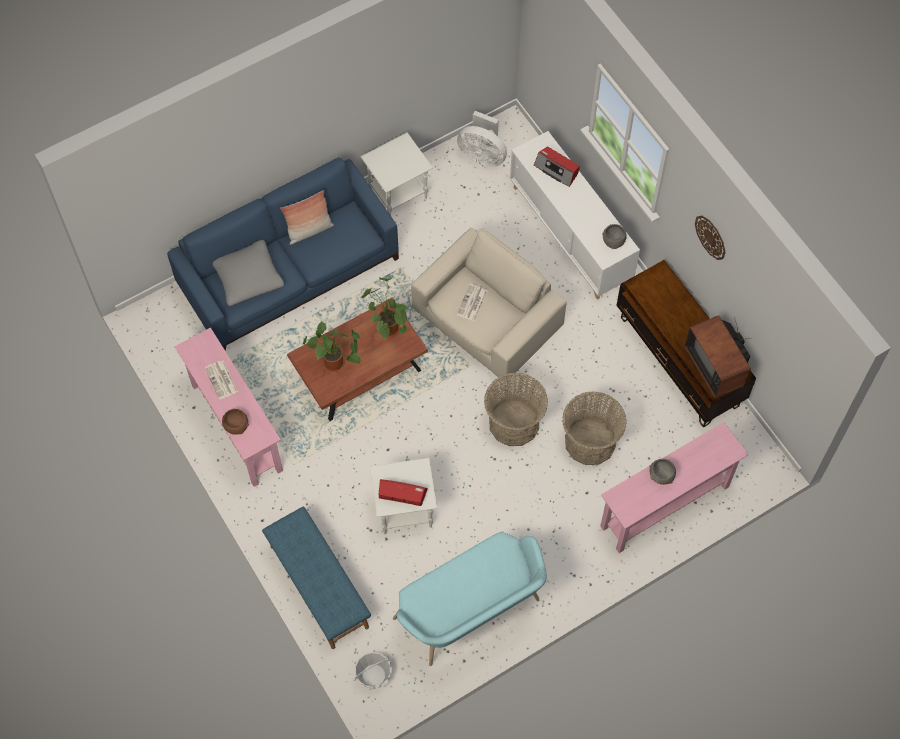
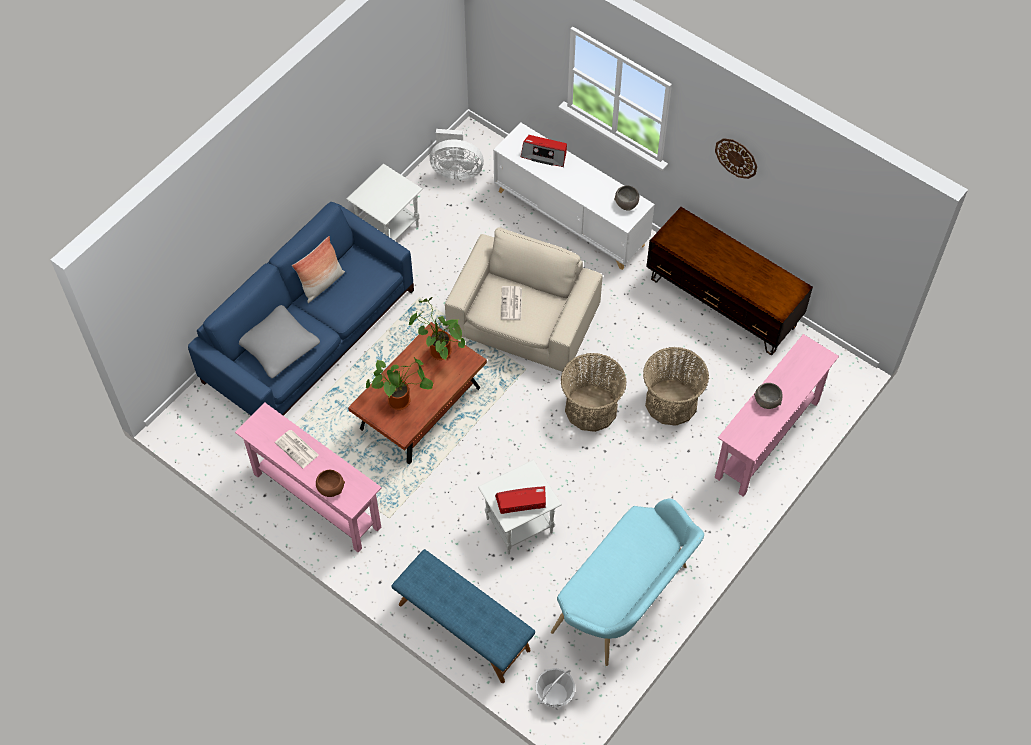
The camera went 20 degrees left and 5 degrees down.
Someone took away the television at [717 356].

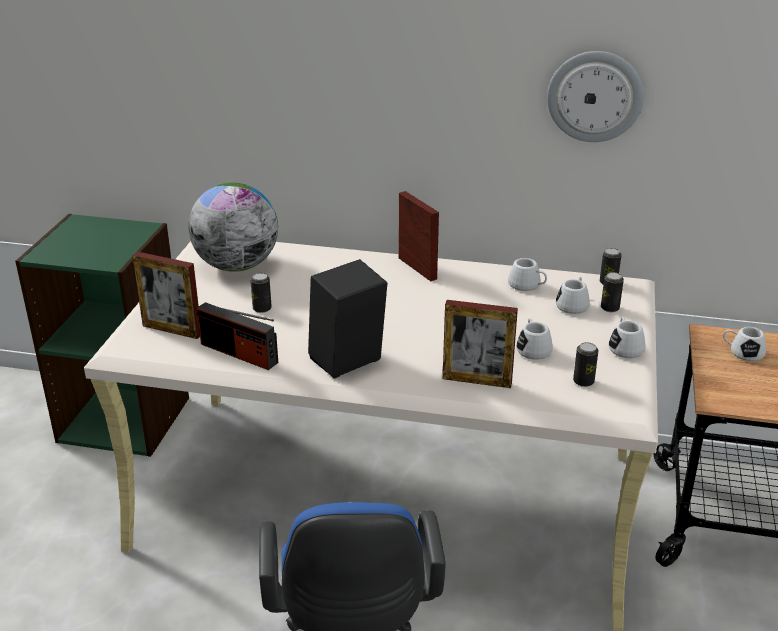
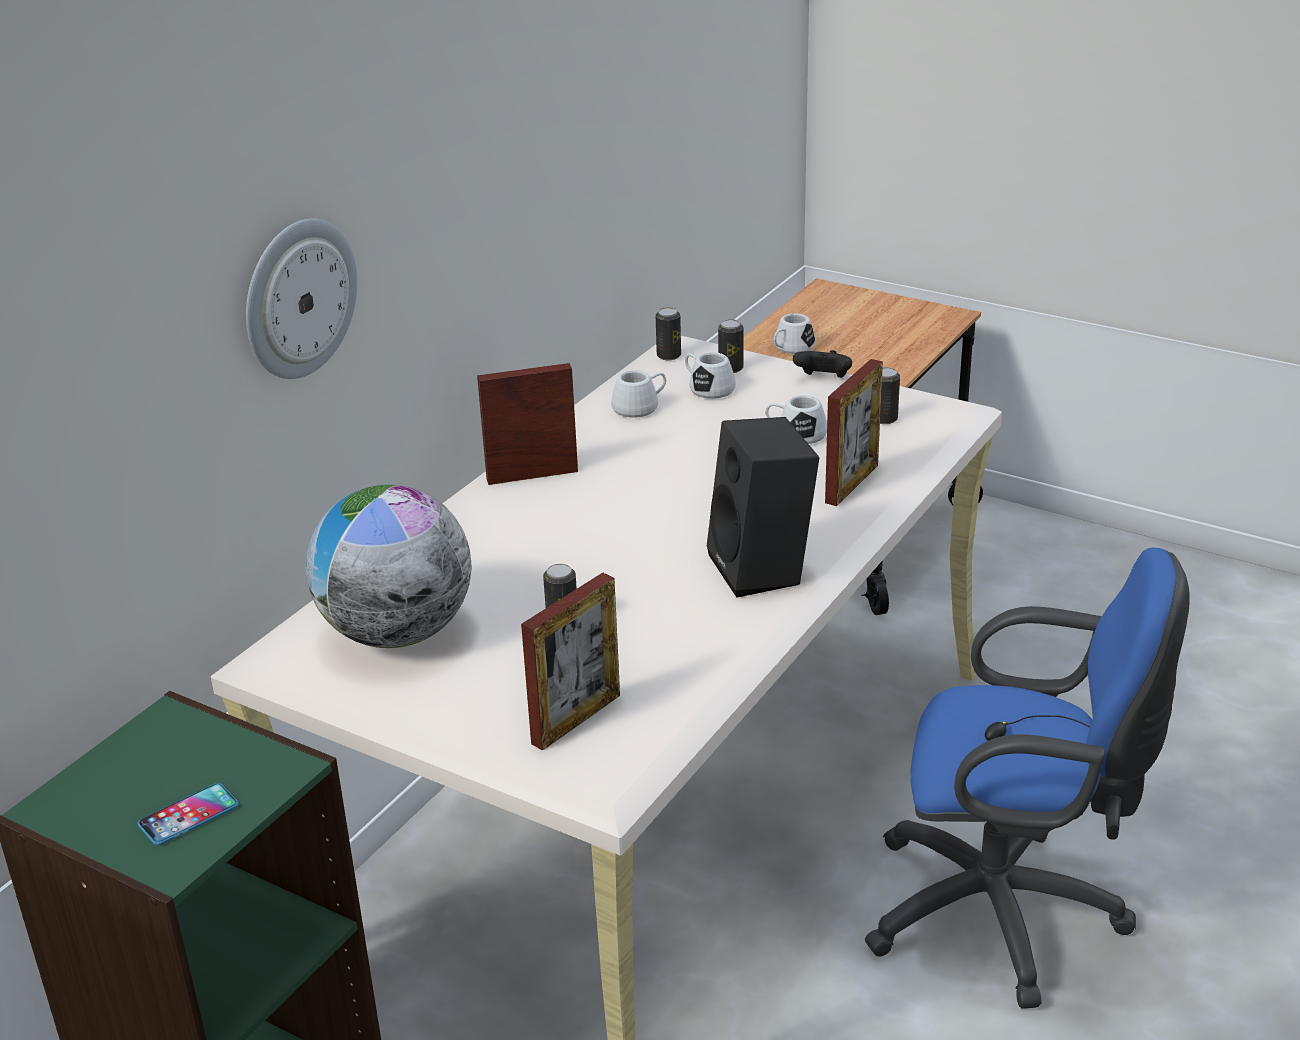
The camera went 70 degrees left and 0 degrees up.
Someone carried the wall_clock from [595 96] to [301 298].
Someone took away the radio at [237 336].
Someone swapped the white_mug at [627 337] for the black_game_controller at [822 364].
Someone put down the phone at [188 814].

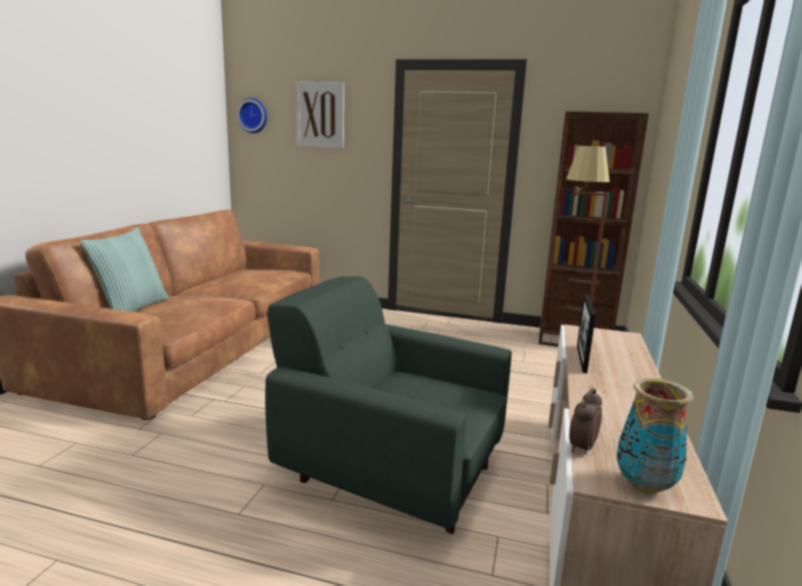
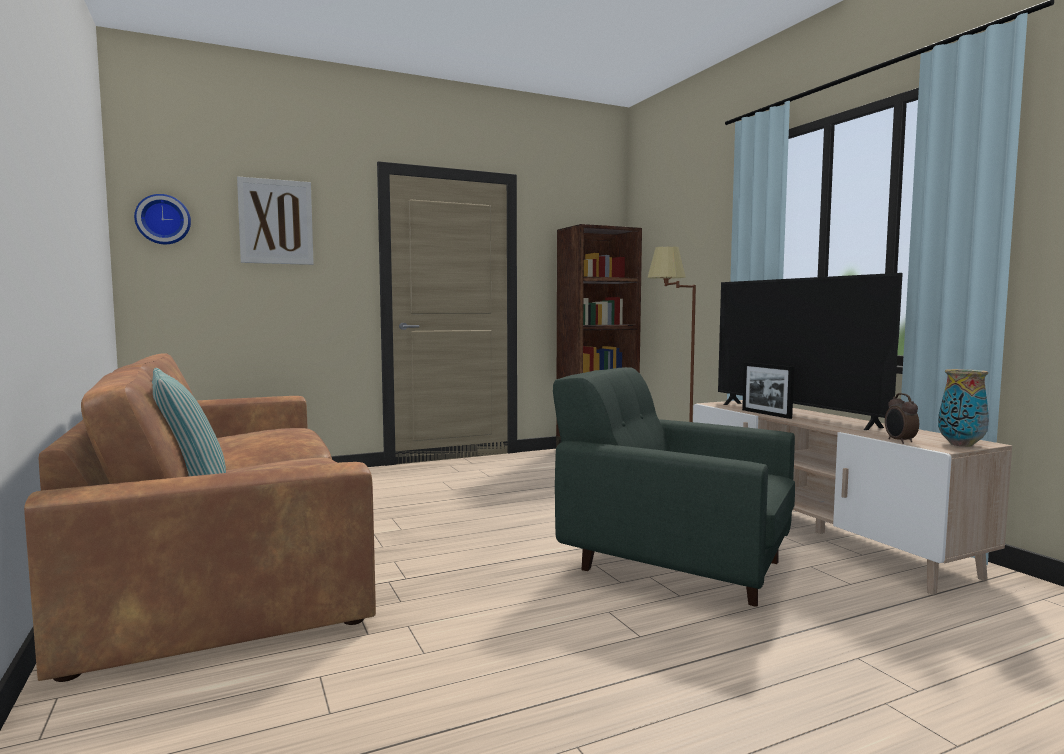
The camera went 40 degrees left and 10 degrees down.
Someone rotated the green_armchair at [388 405] by 45 degrees clockwise.
Someone put down the television at [810 351].

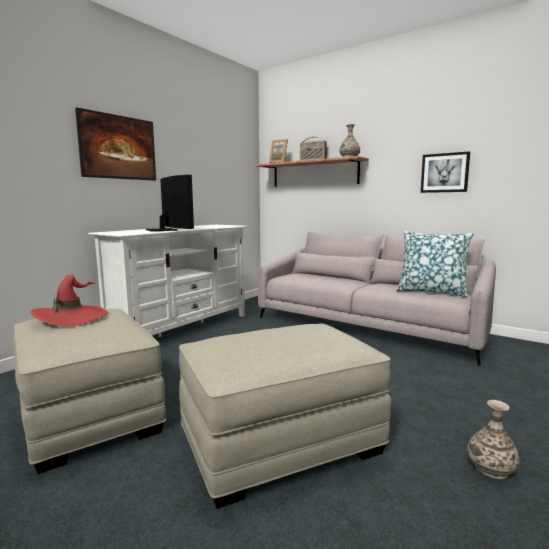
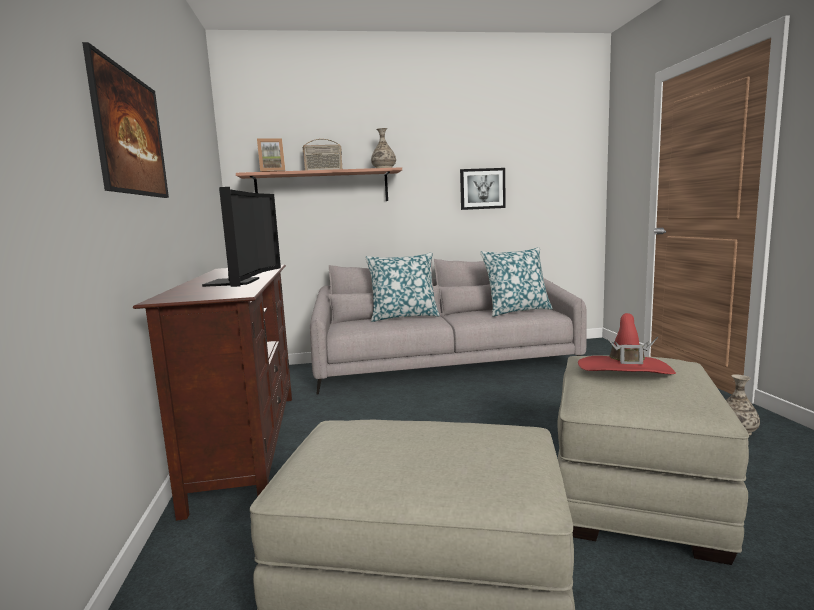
The camera went 45 degrees left and 0 degrees up.
Someone rotated the television at [170 203] by 75 degrees clockwise.
Someone repainted the white_tv_stand at [168 281], which became the brown_tv_stand at [212 393].
Someone carried the red_hat from [69 300] to [627 343].
Someone put down the pillow at [402 287].

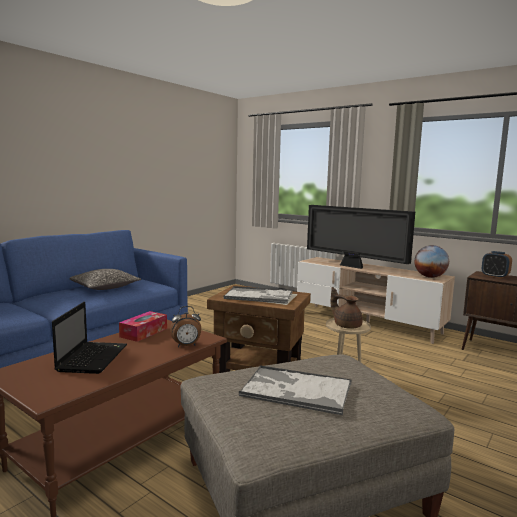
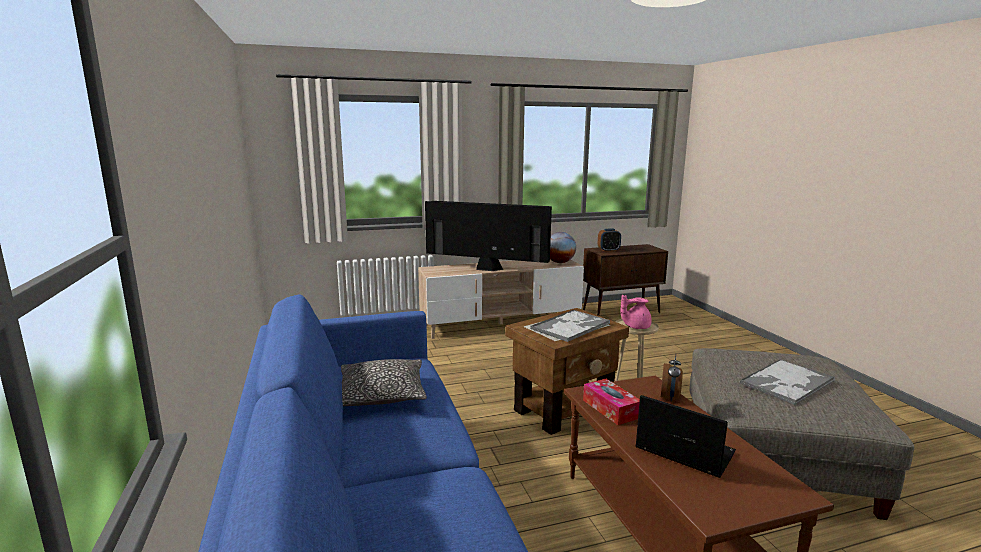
The camera went 55 degrees left and 5 degrees up.
Someone rotated the television at [361 237] by 150 degrees counterclockwise.
Someone repainted the brown_teapot at [347 308], which became the pink_teapot at [636 312].

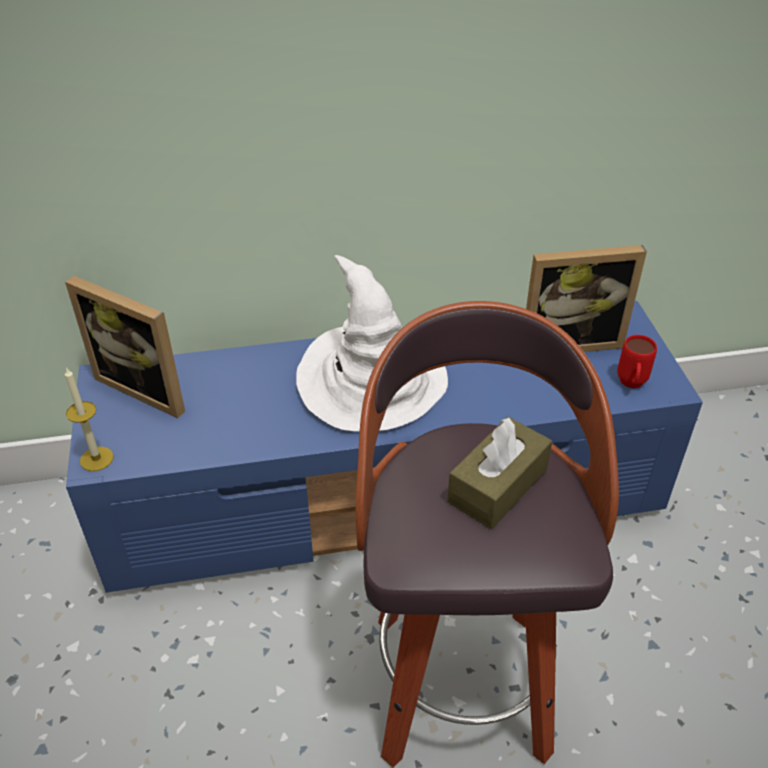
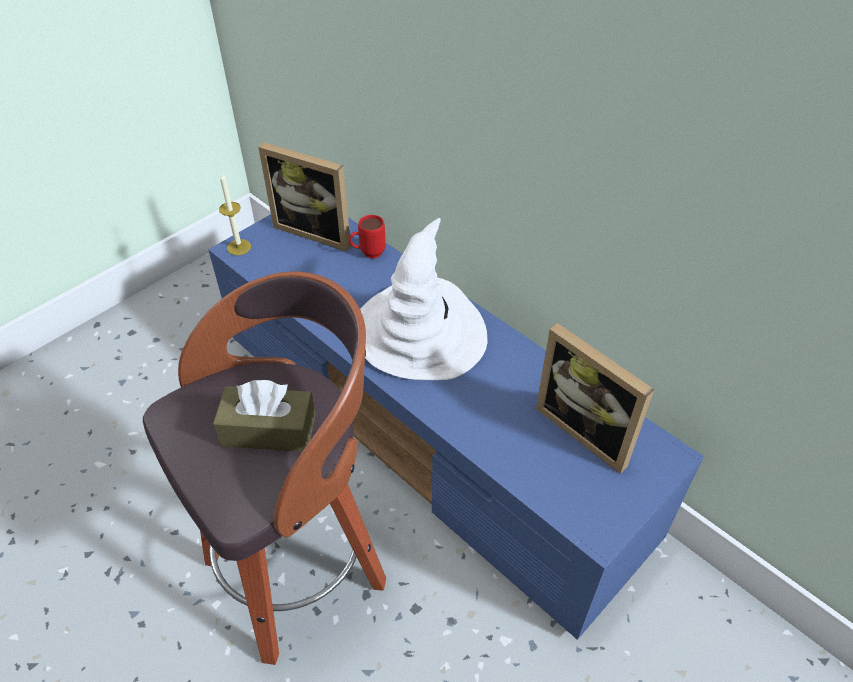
The camera went 55 degrees right and 5 degrees up.
Someone rotated the picture_frame at [125 347] by 60 degrees counterclockwise.
Someone carried the red_mug from [637 361] to [367 237].

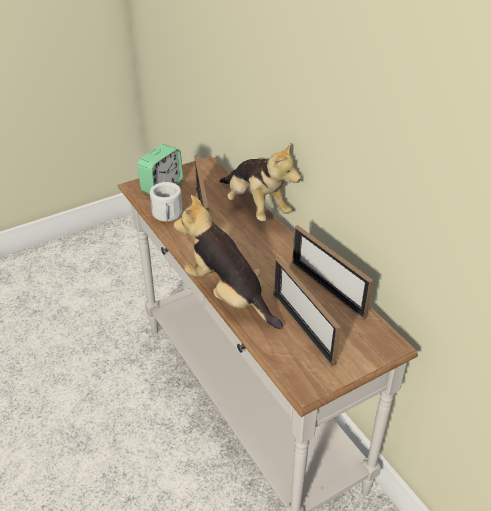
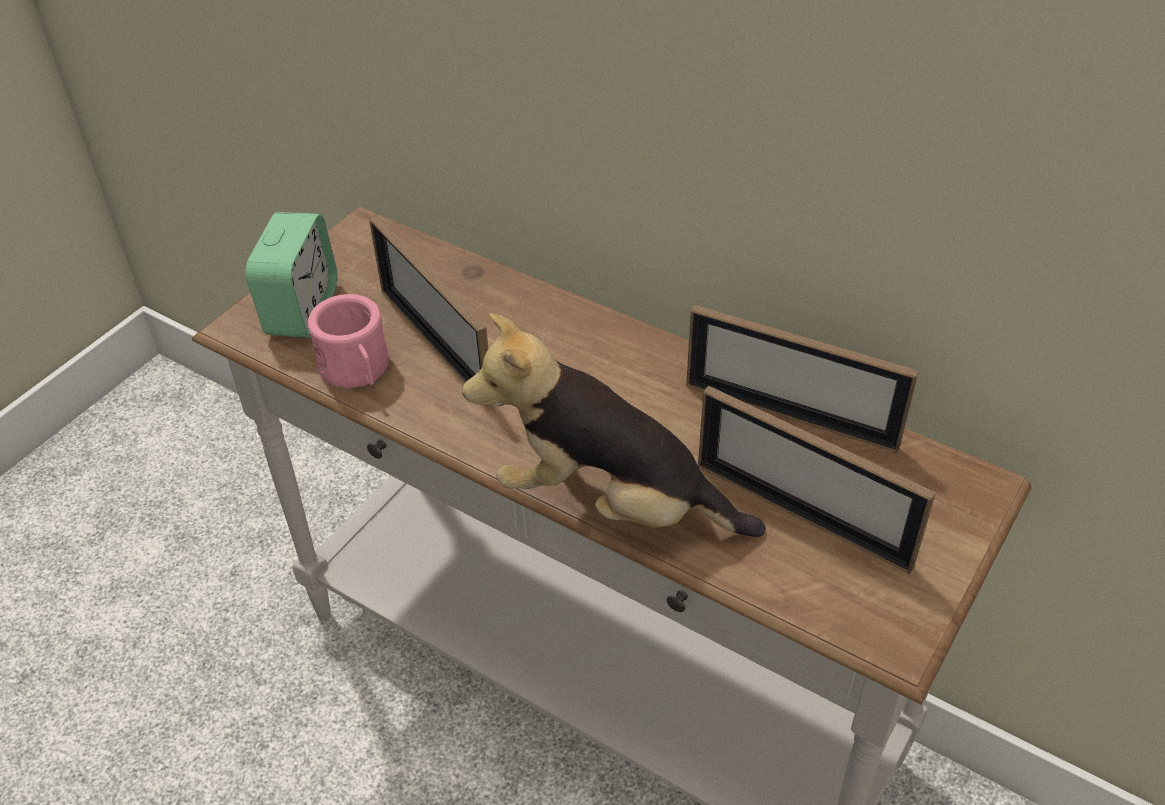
The camera went 25 degrees left and 5 degrees up.
Someone took away the plush_toy at [260 181].
Someone repainted the white_mug at [166 202], which became the pink_mug at [348 341].

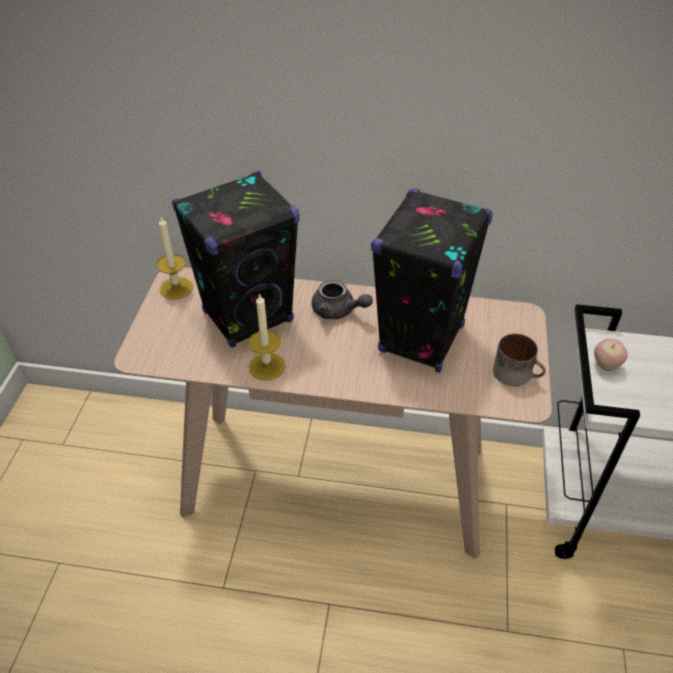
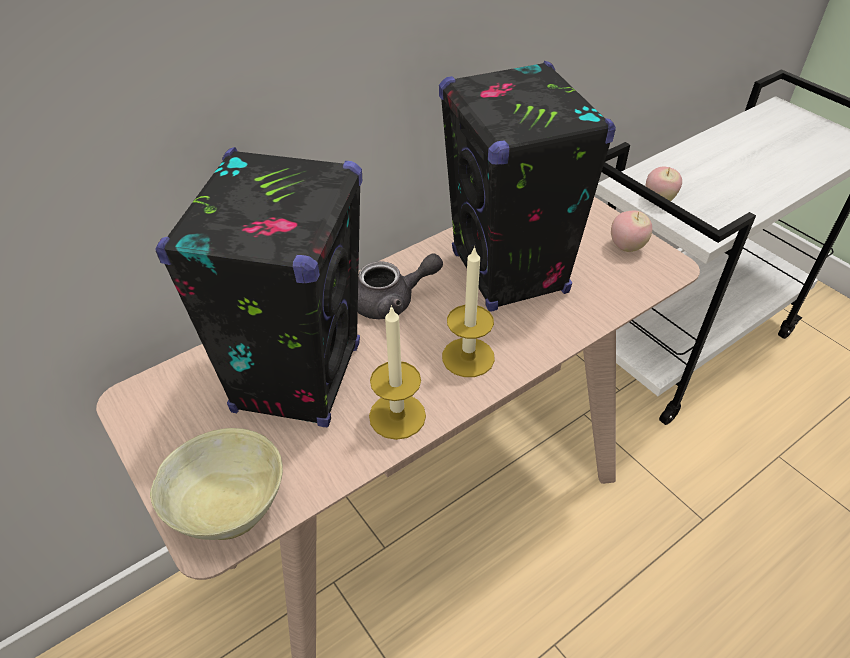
The camera went 45 degrees left and 0 degrees up.
Someone carried the candle from [175 258] to [468 311].
Someone swapped the mug at [519 360] for the apple at [631 231].
Someone put down the beige_bowl at [216 484].

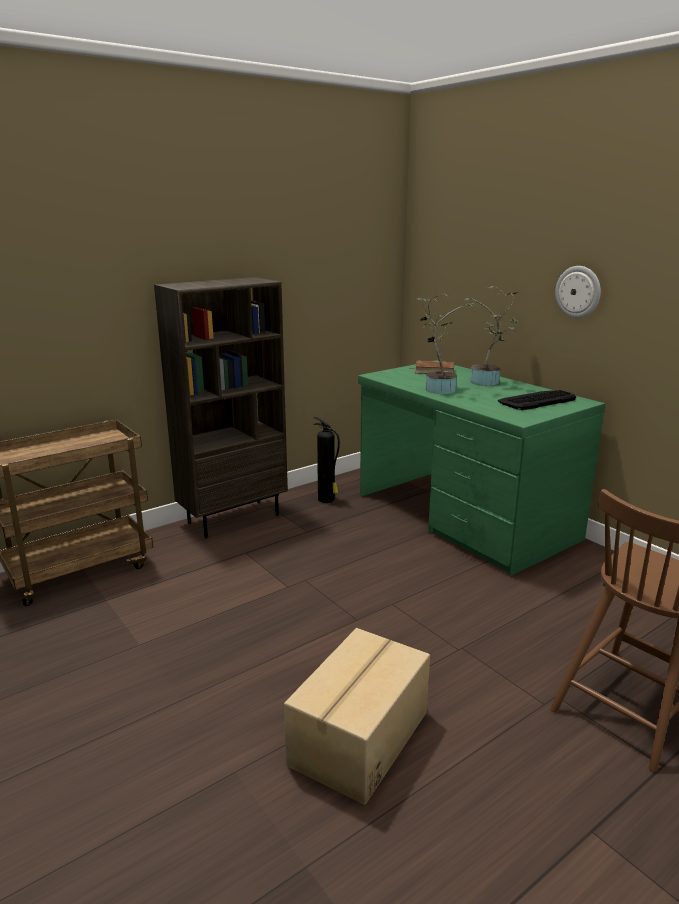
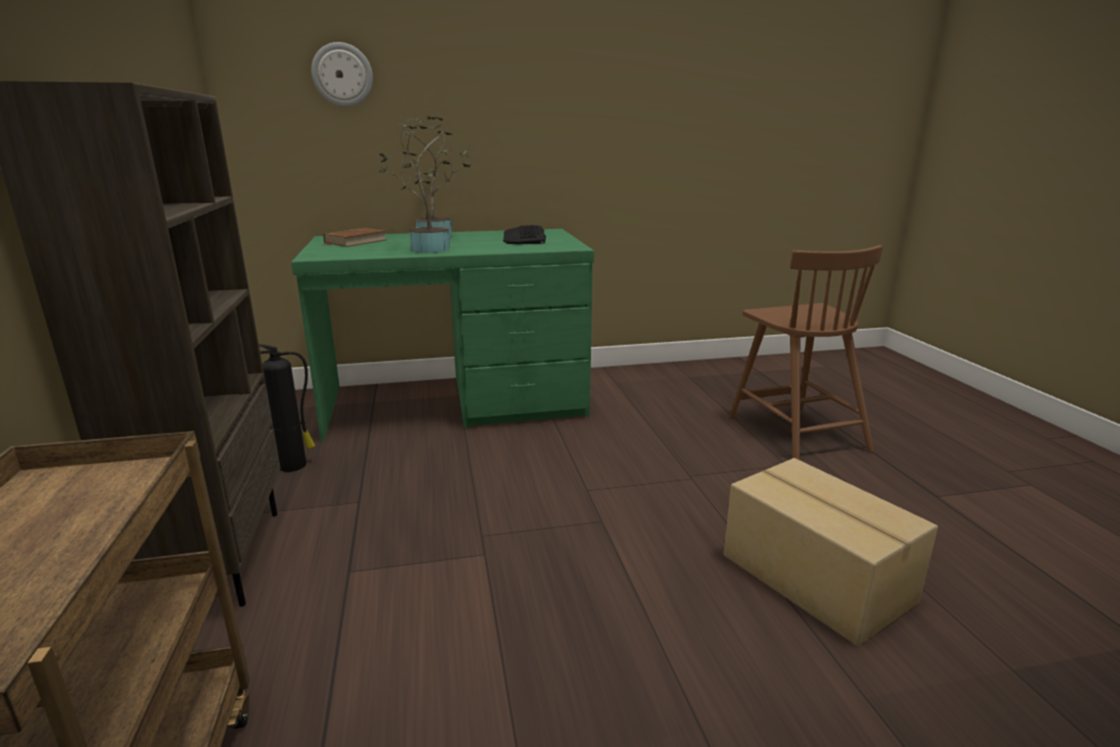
The camera went 65 degrees left and 0 degrees up.
Someone carried the wall_clock from [578 292] to [342 74].

